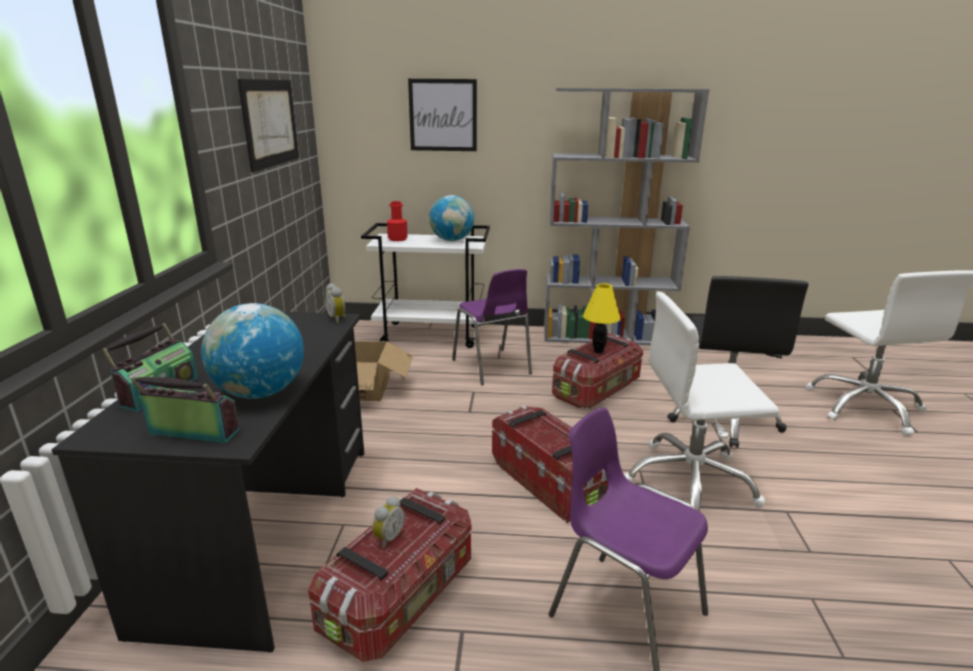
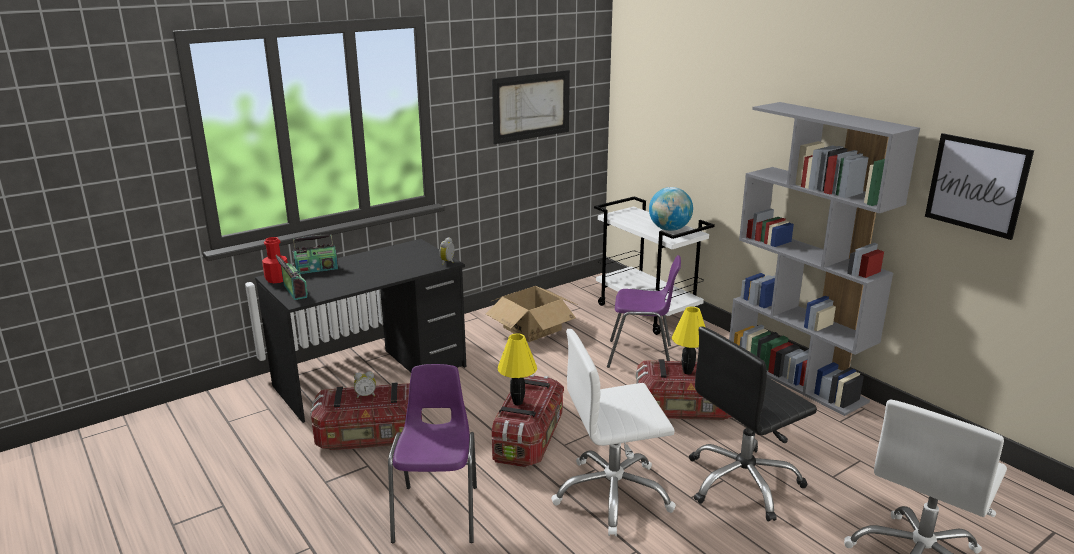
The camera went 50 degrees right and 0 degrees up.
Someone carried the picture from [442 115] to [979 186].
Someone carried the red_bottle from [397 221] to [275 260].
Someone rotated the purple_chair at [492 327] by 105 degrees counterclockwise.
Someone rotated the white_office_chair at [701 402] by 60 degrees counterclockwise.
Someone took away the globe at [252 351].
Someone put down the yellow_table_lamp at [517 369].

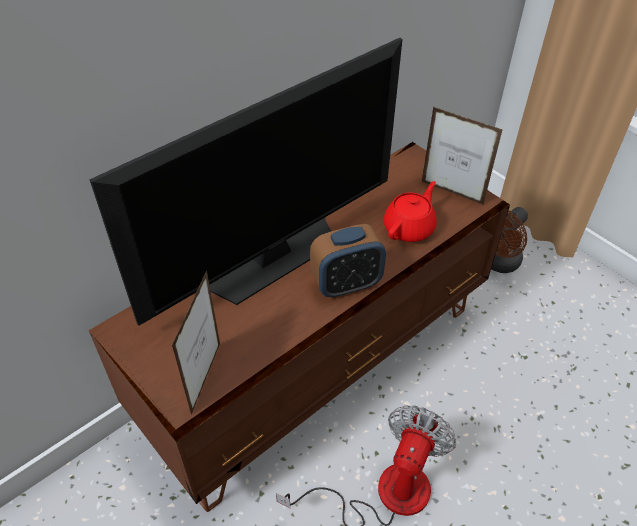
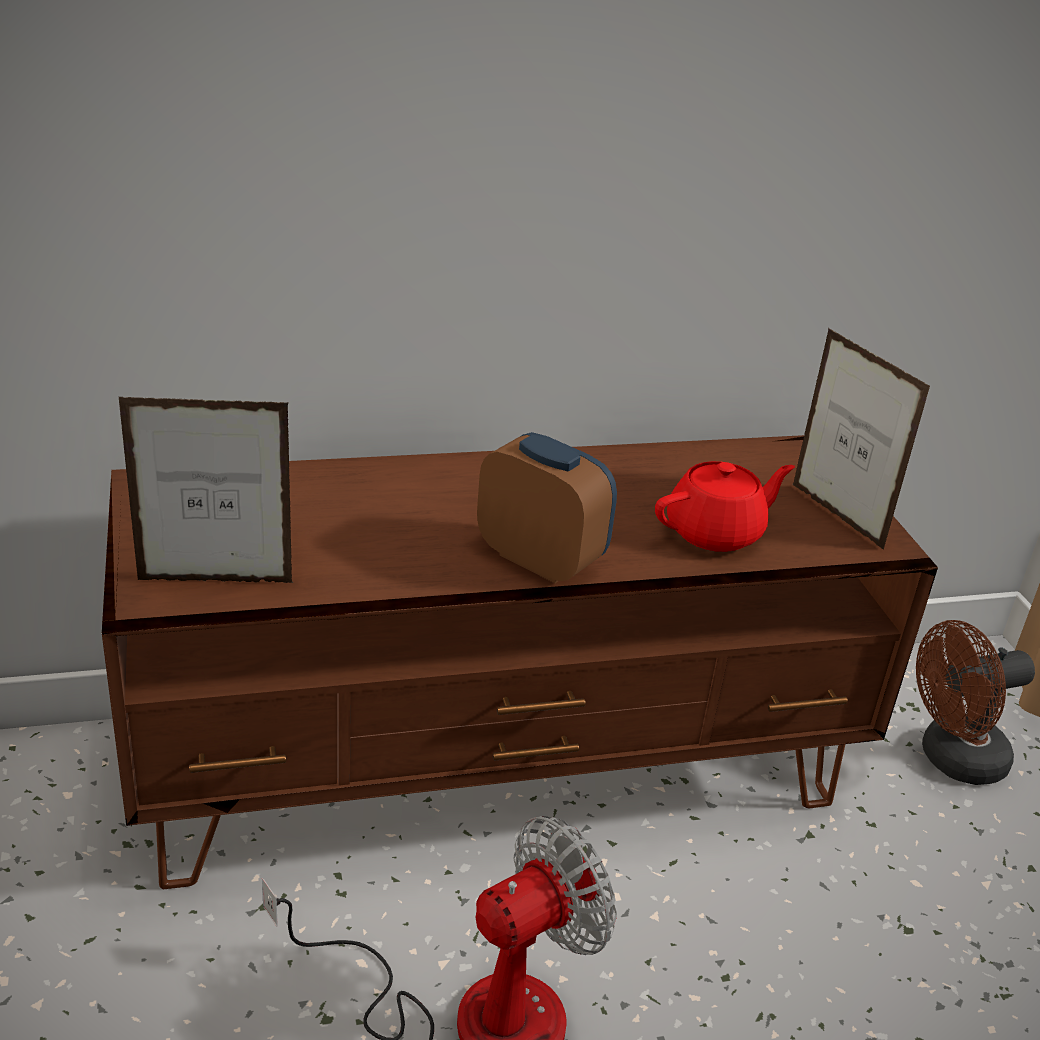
The camera went 25 degrees right and 15 degrees down.
Someone took away the television at [245 182].
Someone rotated the alarm_clock at [348 261] by 150 degrees counterclockwise.
Someone rotated the picture_frame at [196 342] by 135 degrees counterclockwise.

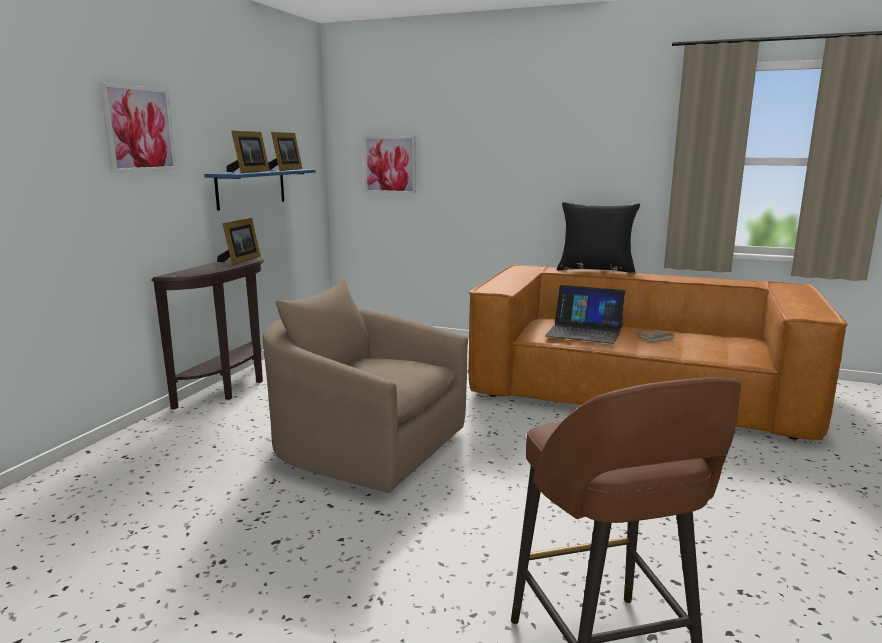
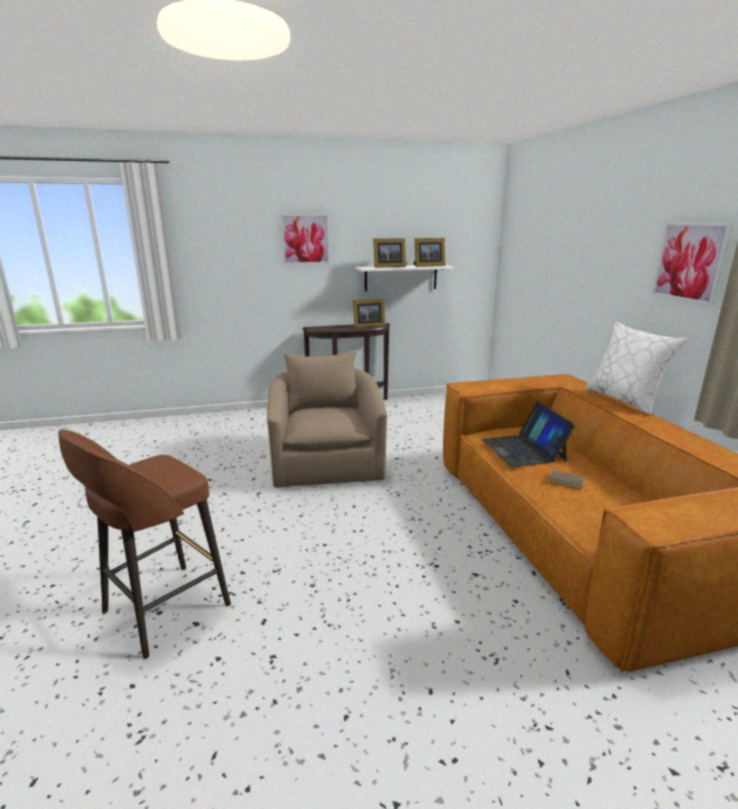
The camera went 55 degrees right and 5 degrees up.
Someone carried the picture from [389 165] to [693 264].
Someone repainted the blue_shelf at [260 190], which became the white_shelf at [405 278].
Someone repainted the black_pillow at [598 238], which became the white_pillow at [636 368].

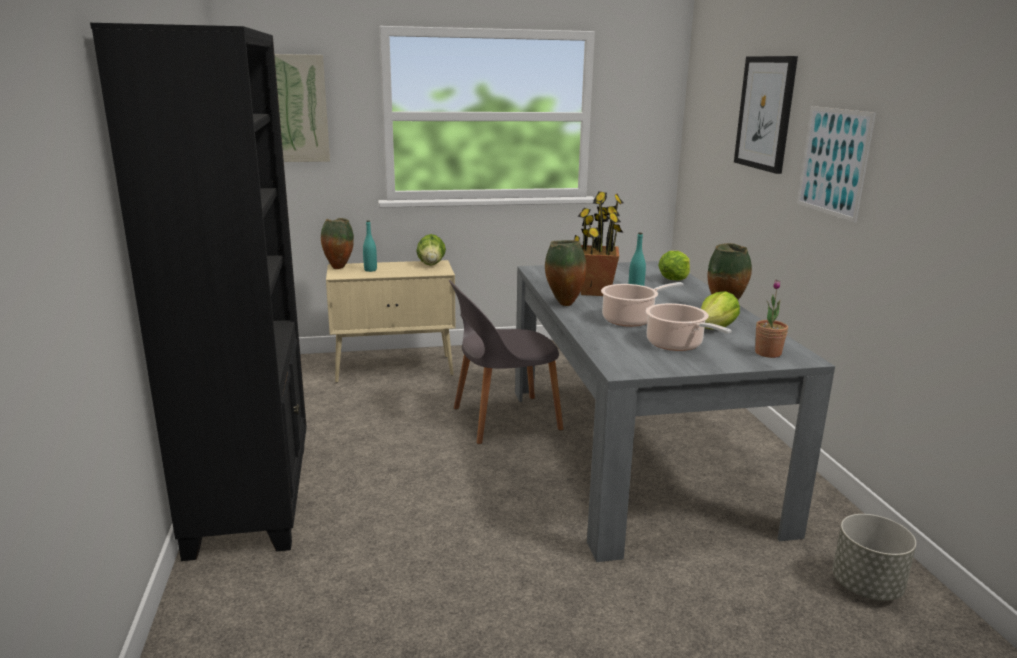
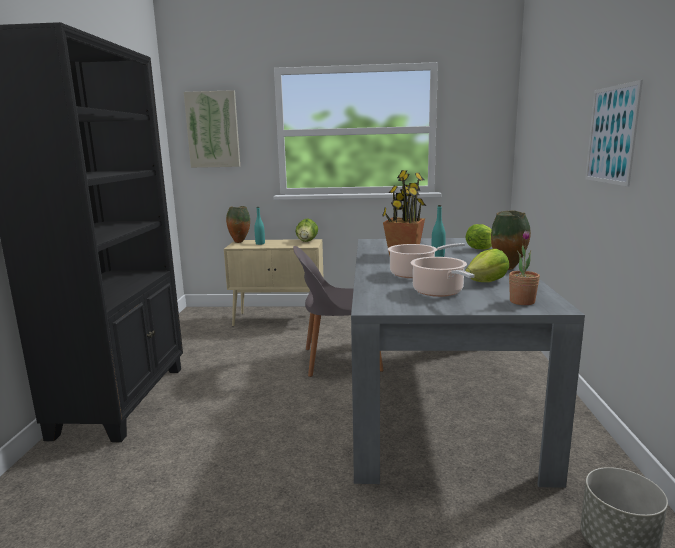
The camera went 15 degrees right and 5 degrees down.
Someone took away the picture at [766 115].
Someone took away the vase at [565 273].

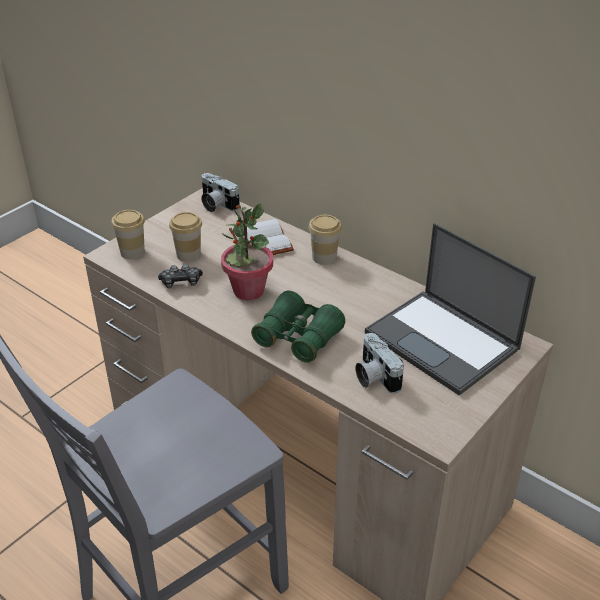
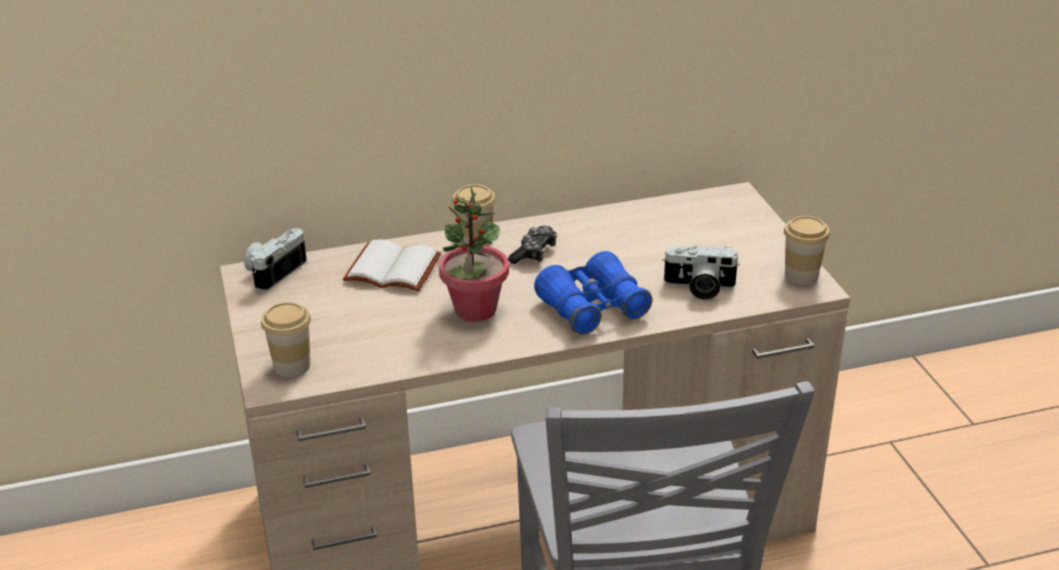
The camera went 55 degrees left and 5 degrees down.
Someone rotated the photo_camera at [220 192] by 135 degrees clockwise.
Someone carried the cup from [185 237] to [807 250].
Someone took away the laptop at [450 309].
Someone carried the game_controller from [180 276] to [532 245].
Someone repainted the green_binoculars at [298 327], which became the blue_binoculars at [593 292].

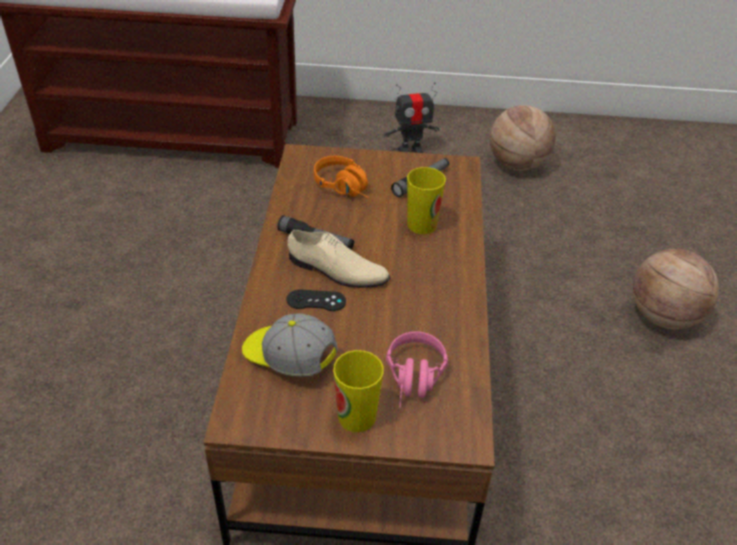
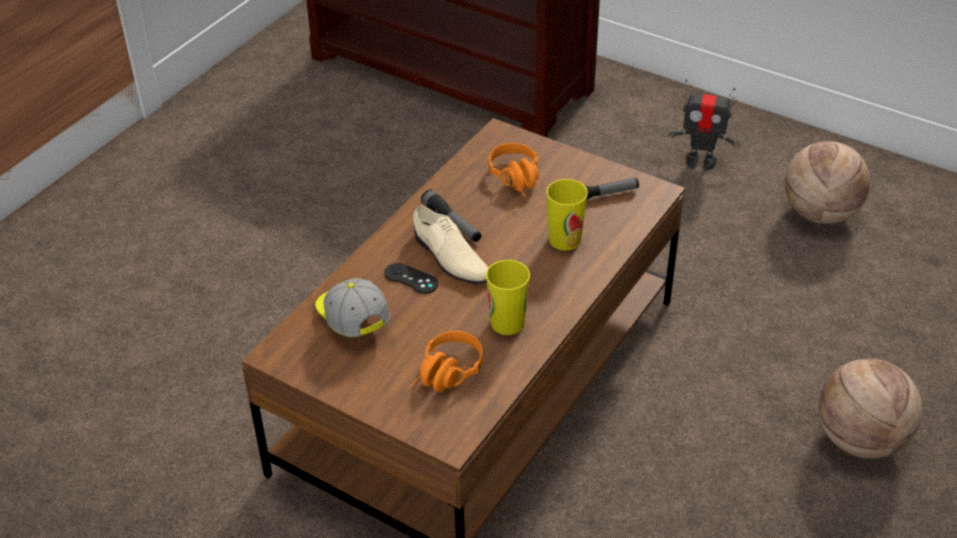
The camera went 30 degrees right and 0 degrees up.
Someone repainted the pink_headphones at [417 369], which became the orange_headphones at [445 362].
Someone carried the cup from [358 391] to [508 297].

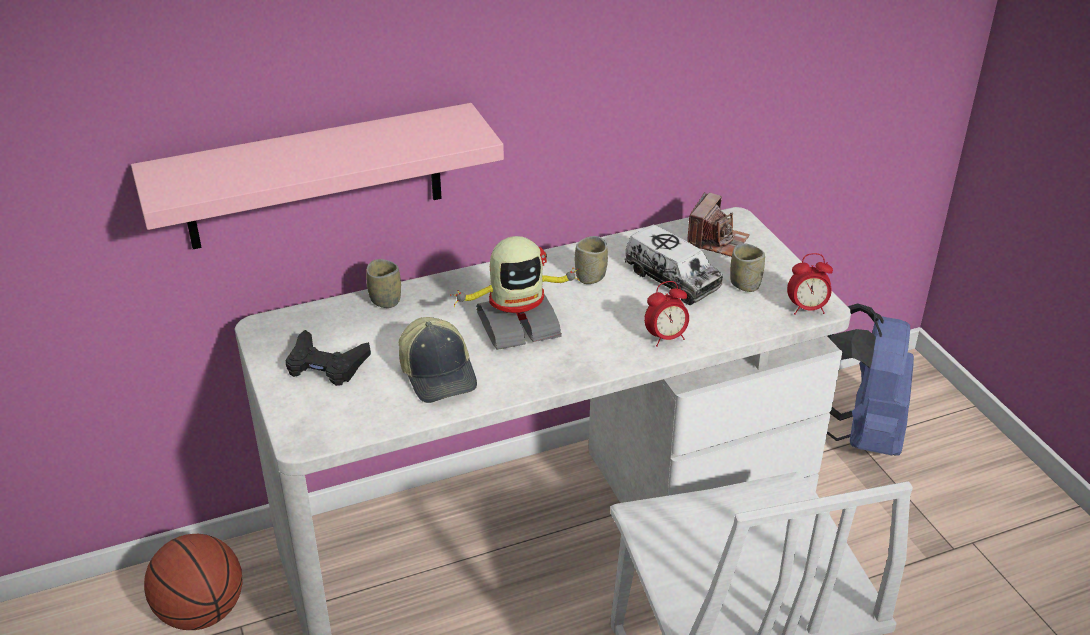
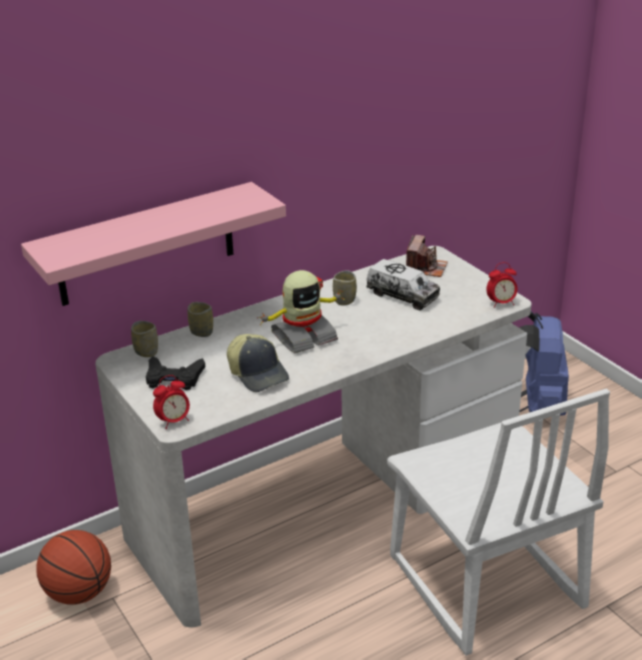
The camera went 10 degrees left and 5 degrees down.
Someone carried the cup from [747 267] to [144 339].
Someone carried the alarm_clock from [666 314] to [171 402].

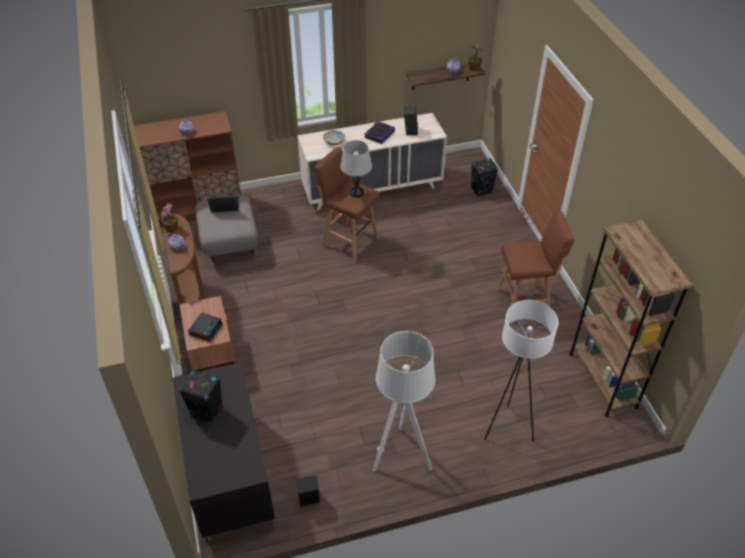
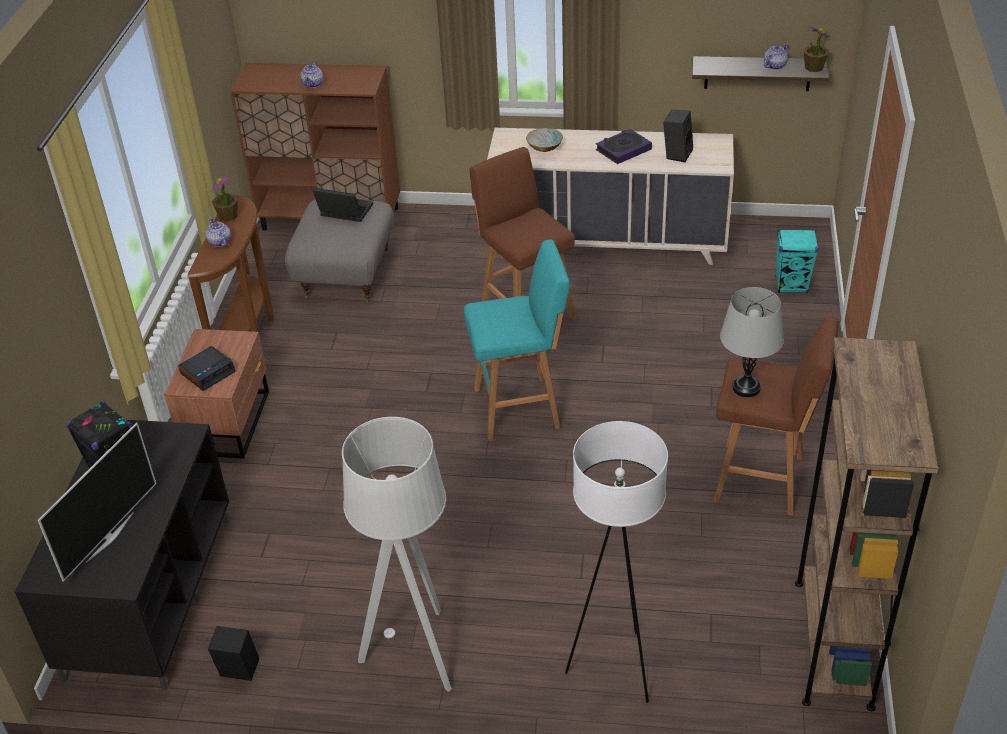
The camera went 25 degrees right and 5 degrees down.
Someone carried the grey_table_lamp from [356 168] to [752 342].
Someone repainted the black_speaker at [484 177], which became the turquoise_speaker at [797 261].
Someone put down the turquoise_stool at [517 340].
Someone put down the television at [97 502].

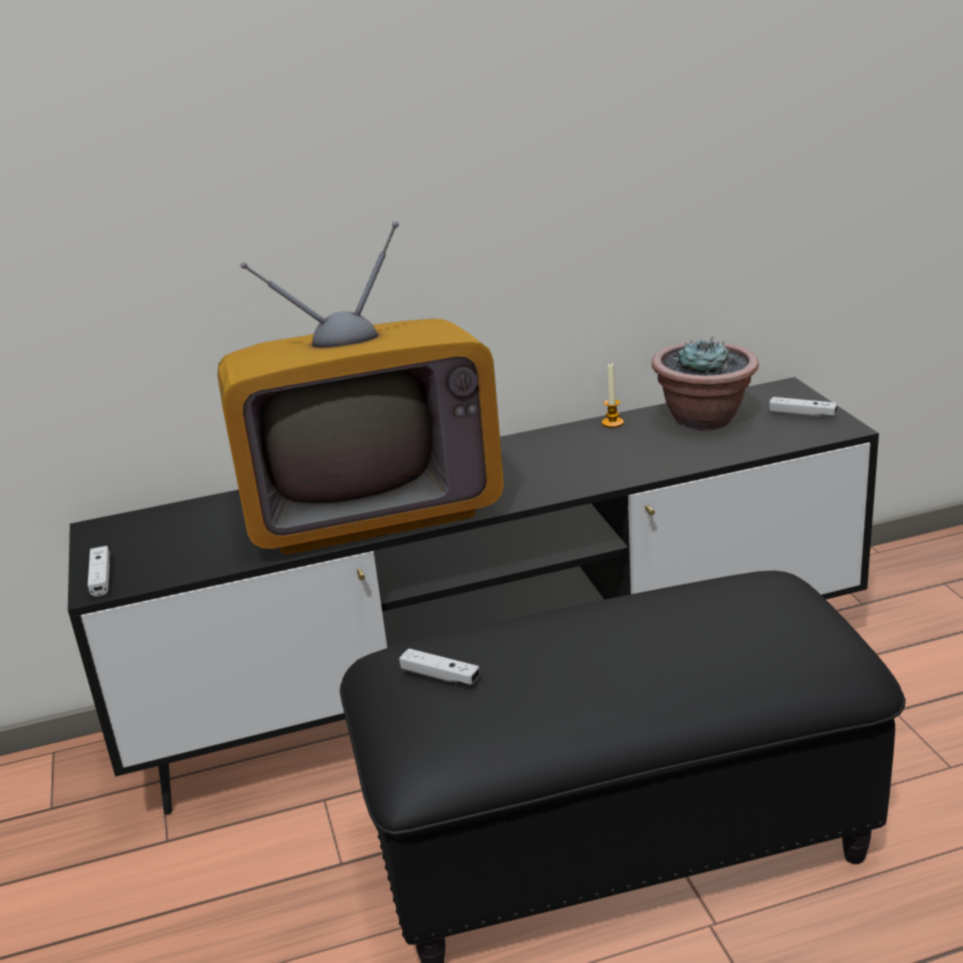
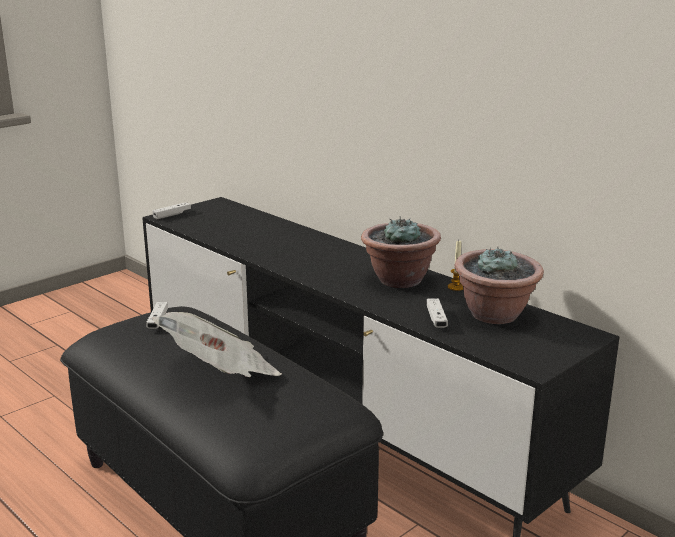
The camera went 60 degrees right and 5 degrees down.
Someone took away the television at [360 387].
Someone carried the white_game_controller from [803 407] to [437 313].
Someone put down the potted_plant at [401 252].
Someone put down the newspaper at [217 344].

